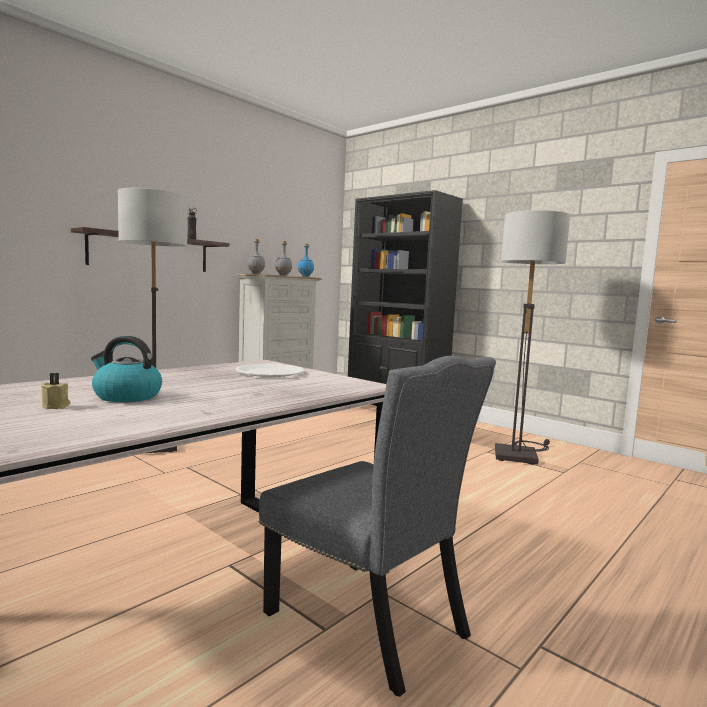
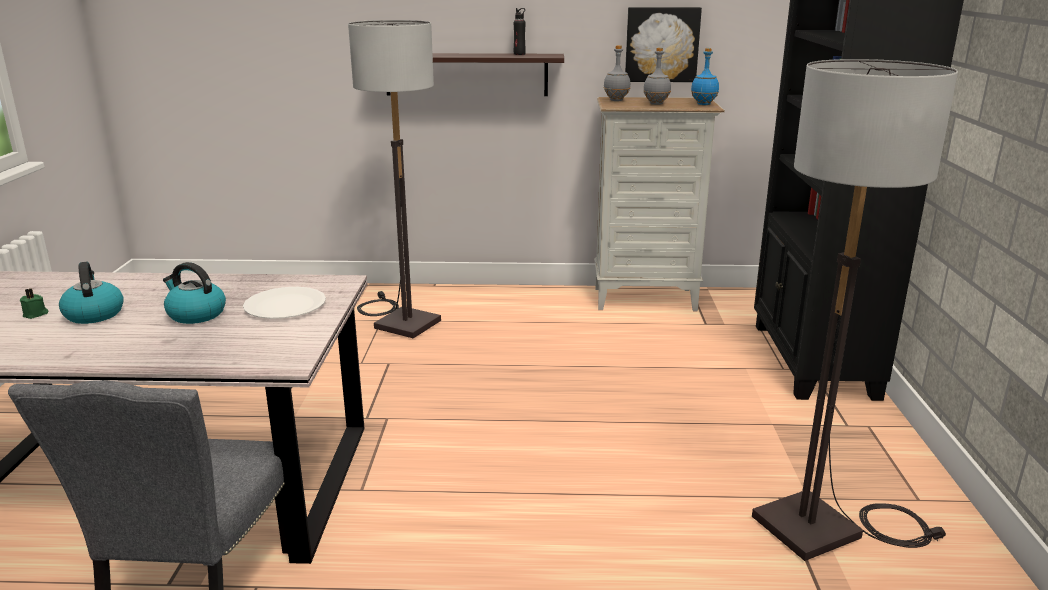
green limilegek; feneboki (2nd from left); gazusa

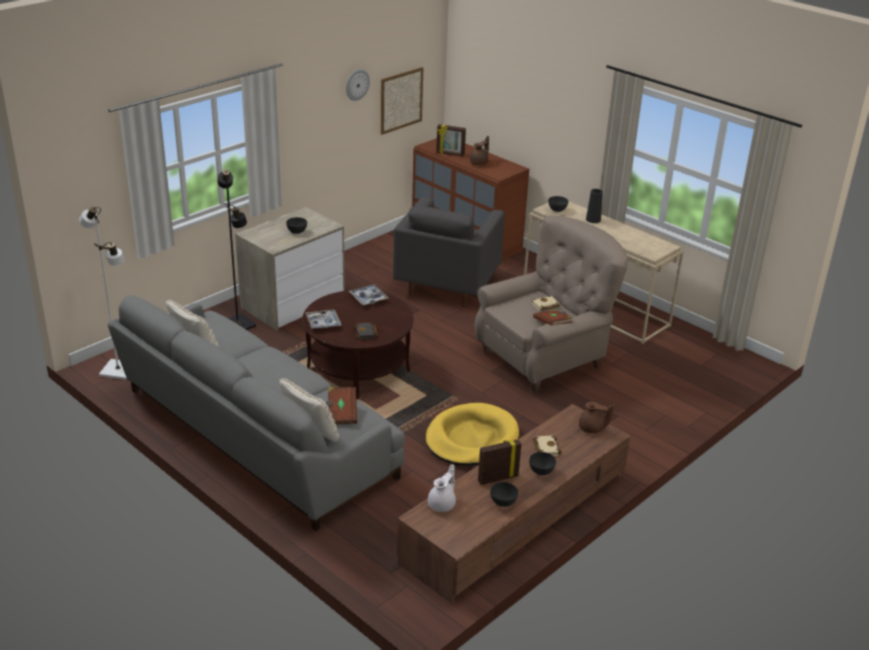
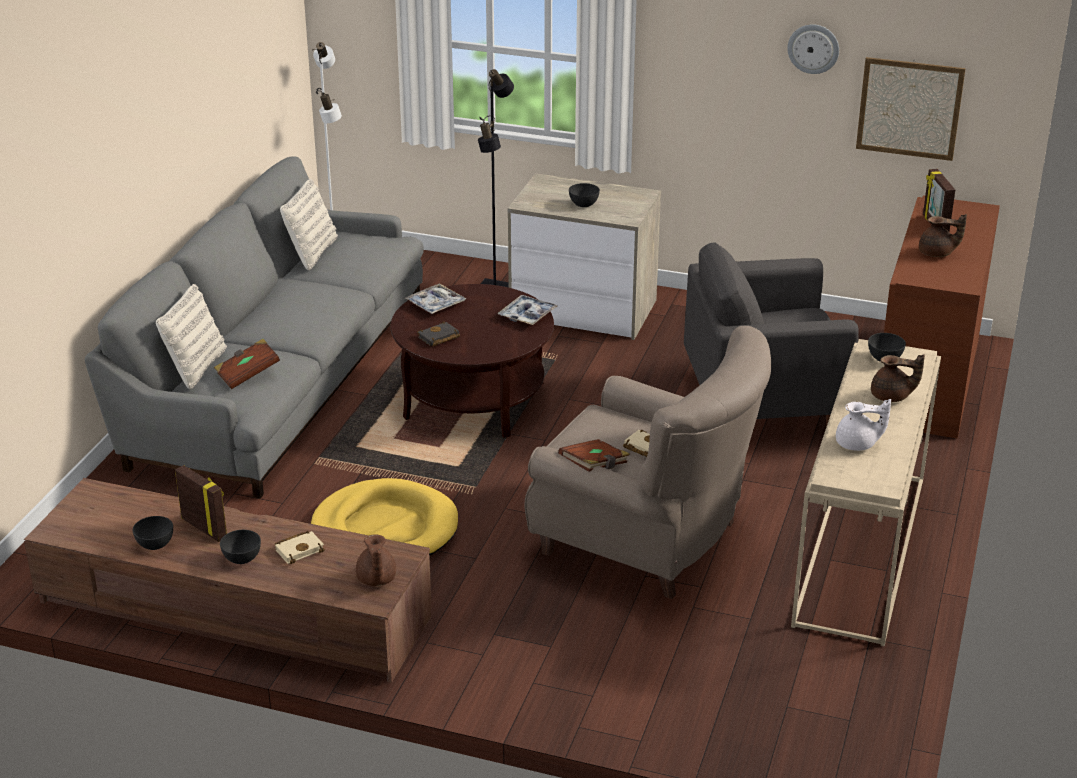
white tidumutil; brown tidumutil (2nd from left)

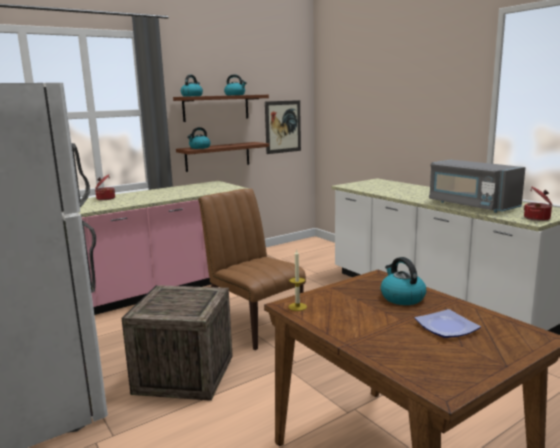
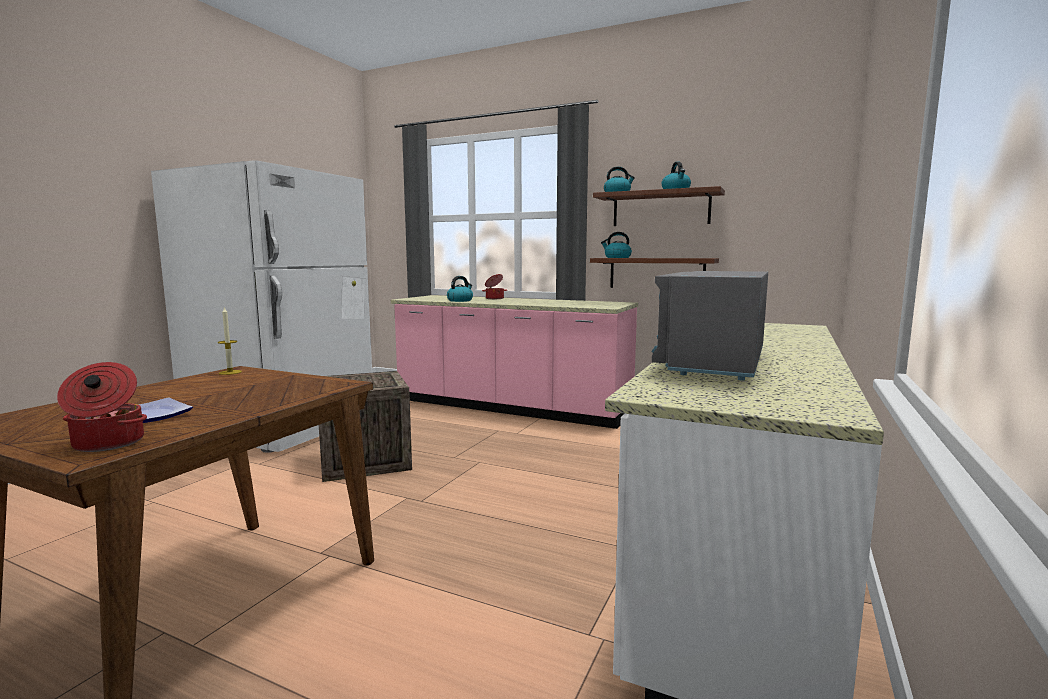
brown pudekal; gazusa; feneboki (1st from left); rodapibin (1st from left)

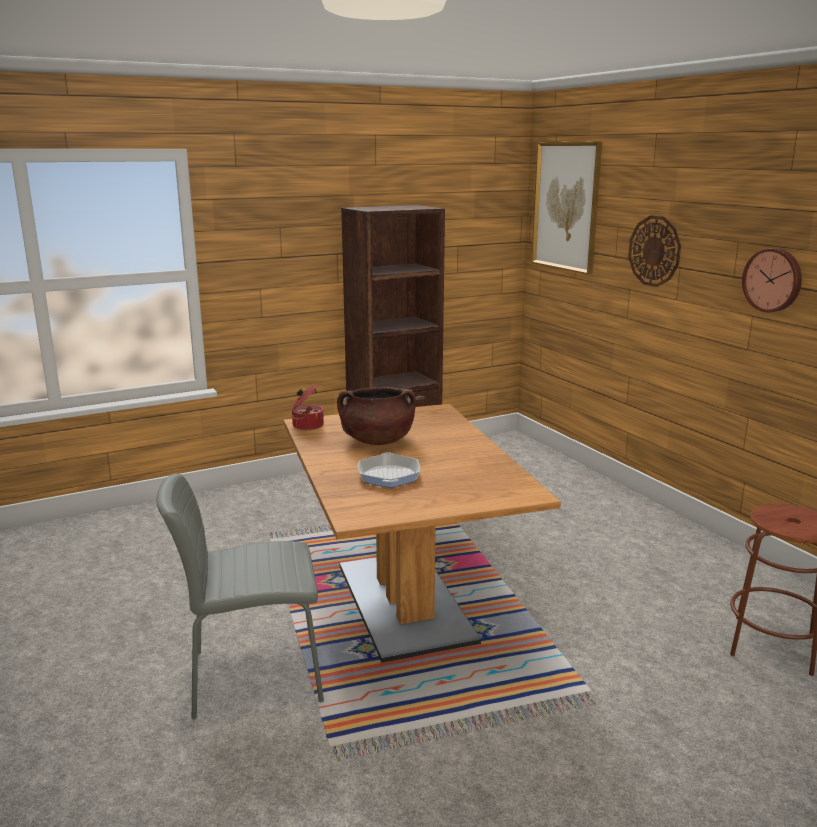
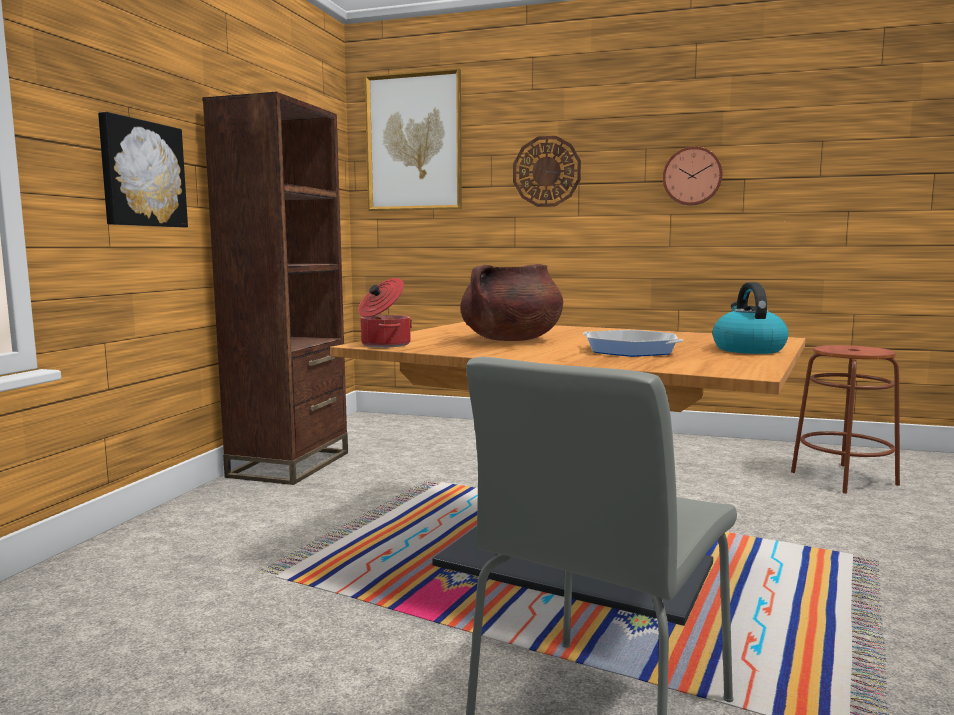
gazusa (1st from left); feneboki

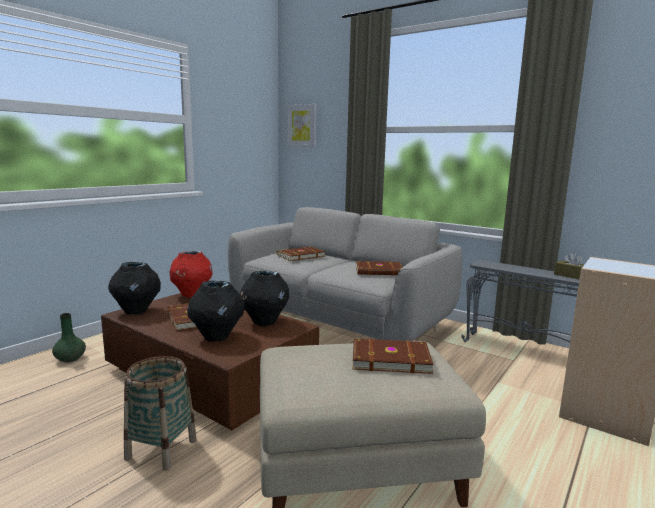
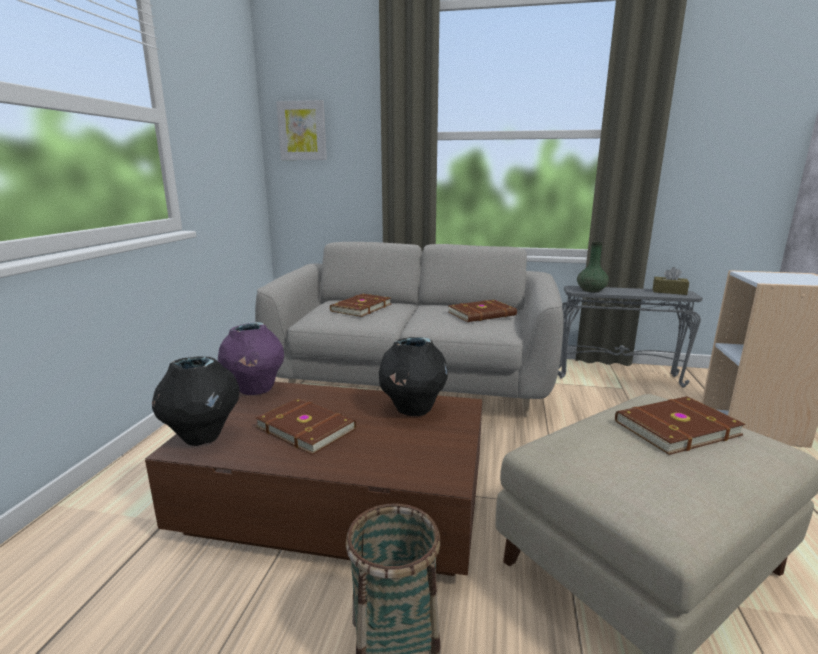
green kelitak; purple kelitak; black kelitak (2nd from left in the first image)

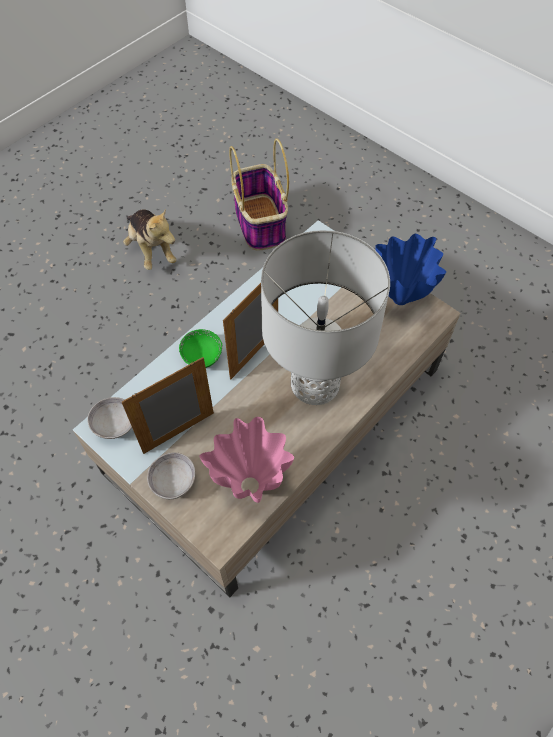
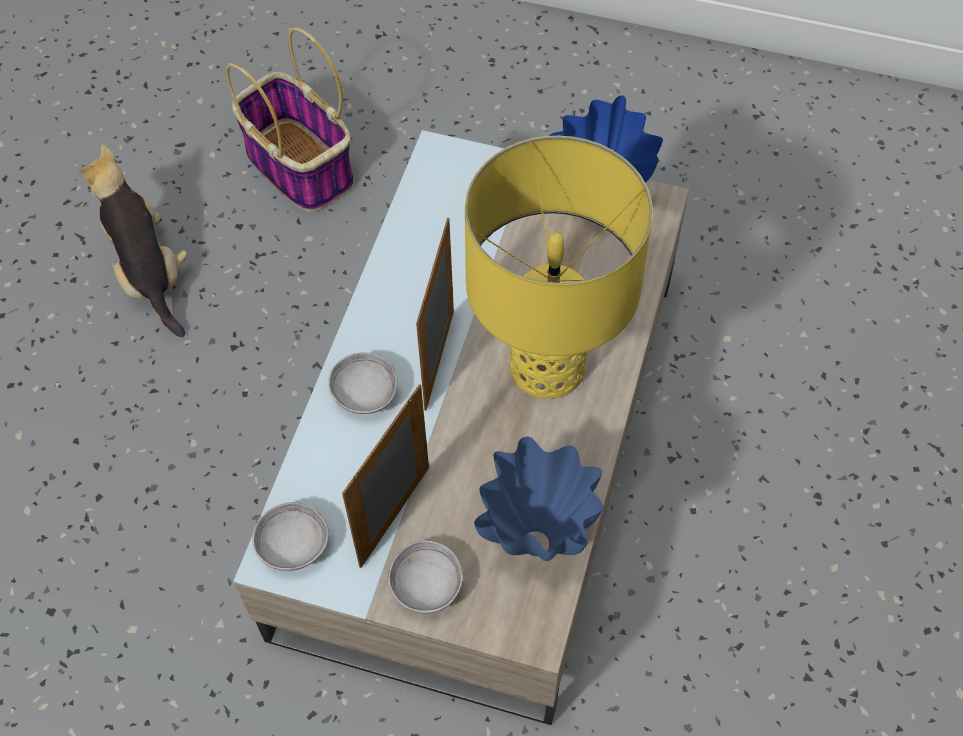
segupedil; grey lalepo (2nd from left); blue kelitak (1st from left); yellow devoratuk

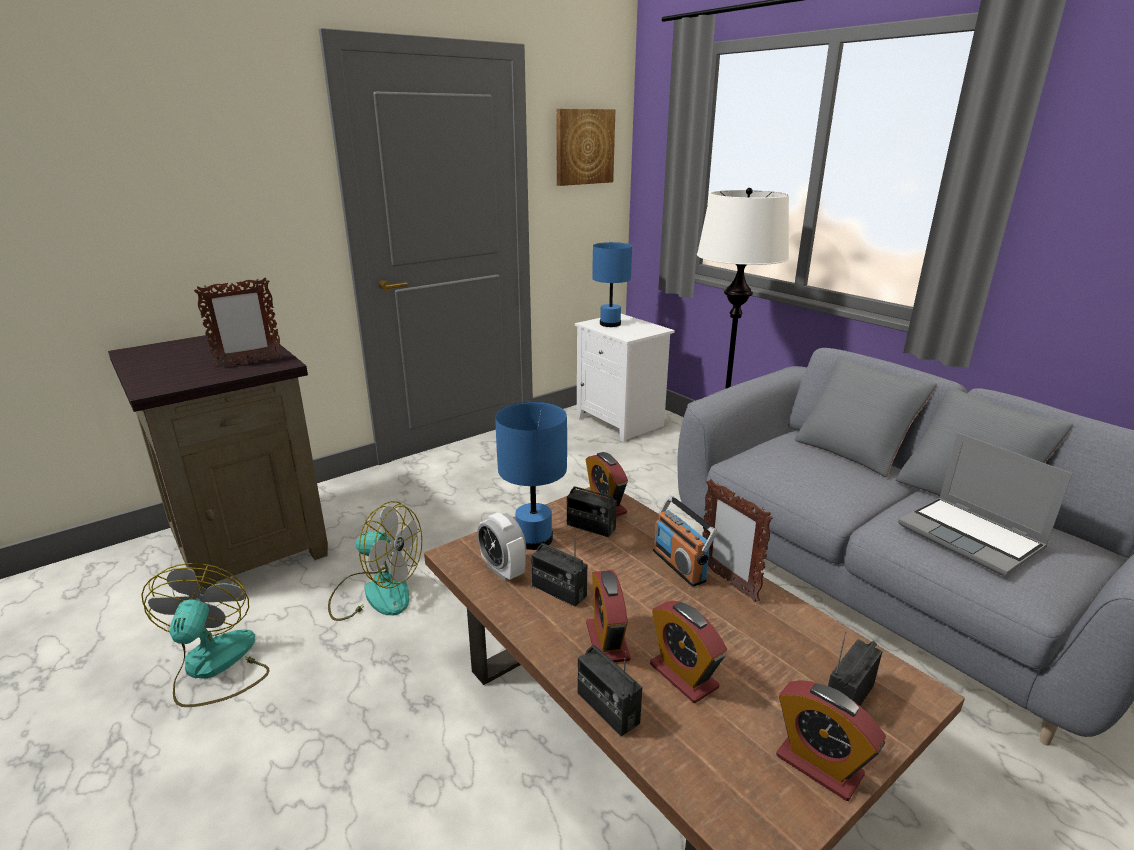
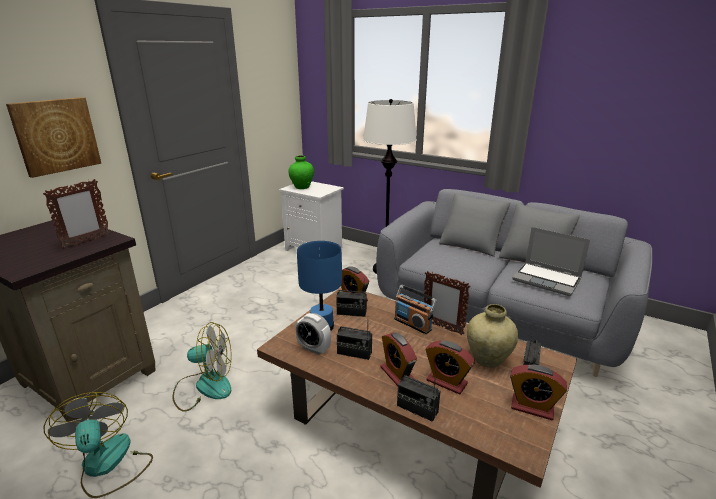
gazusa; green kelitak; beige kelitak

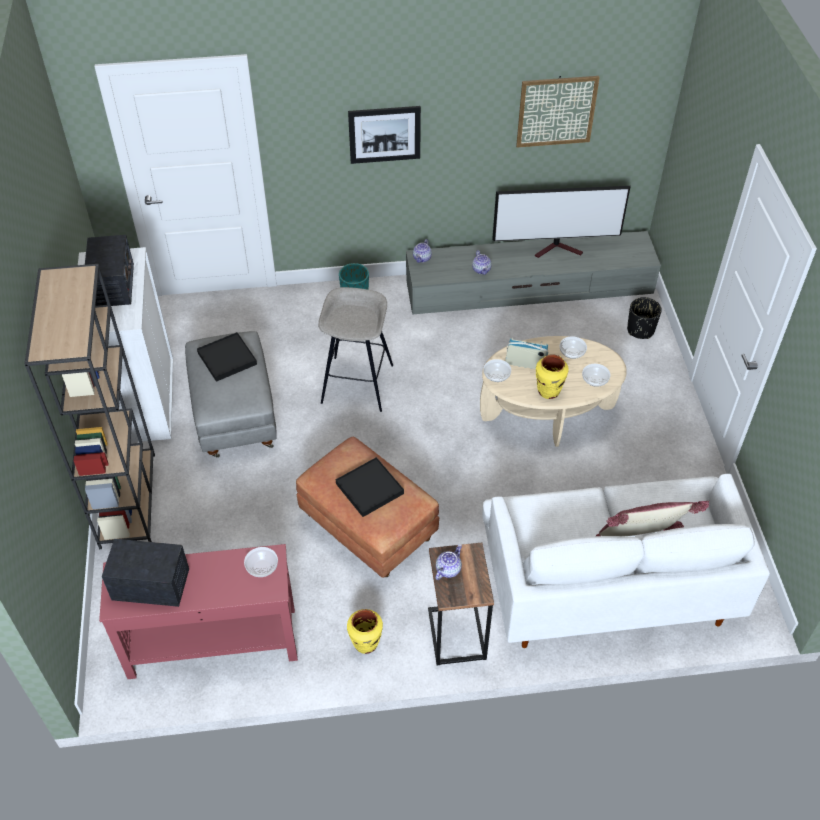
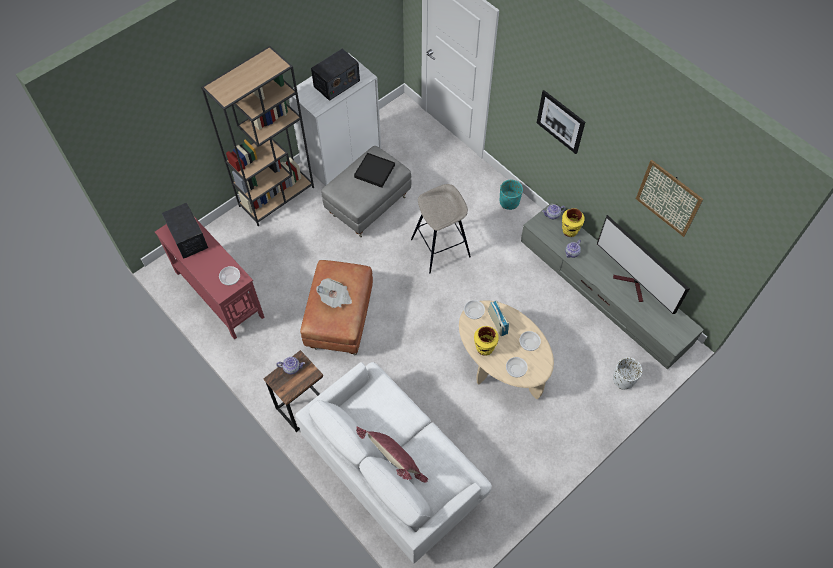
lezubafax; yellow kelitak (2nd from left); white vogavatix

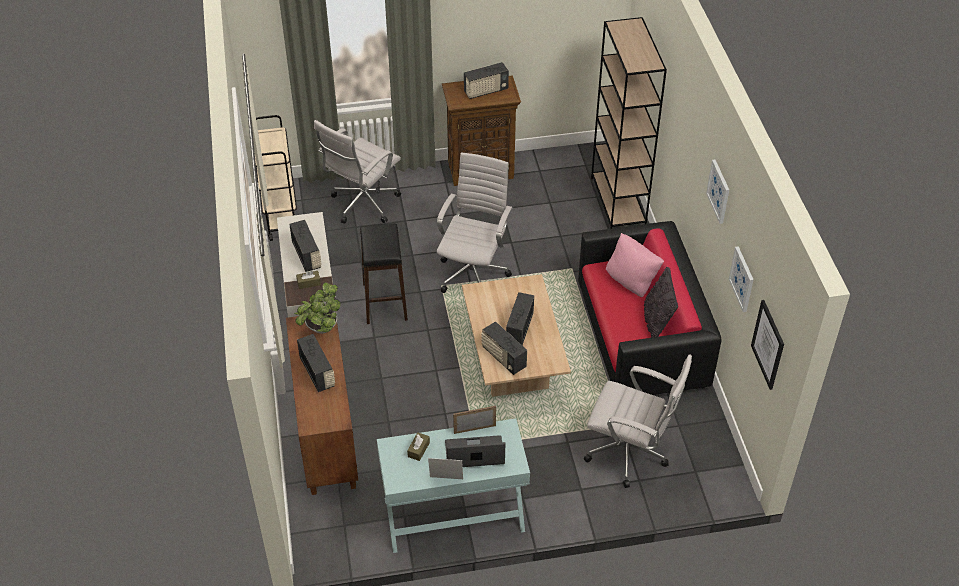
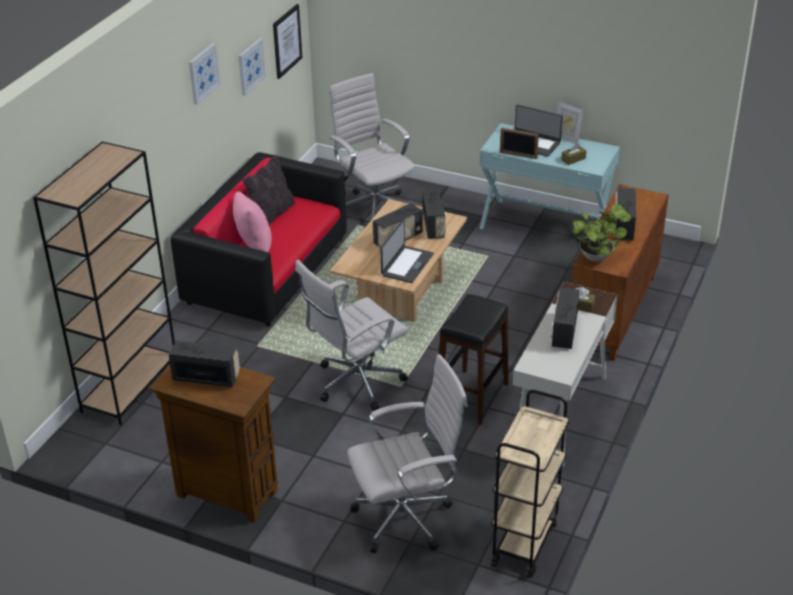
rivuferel (1st from left)

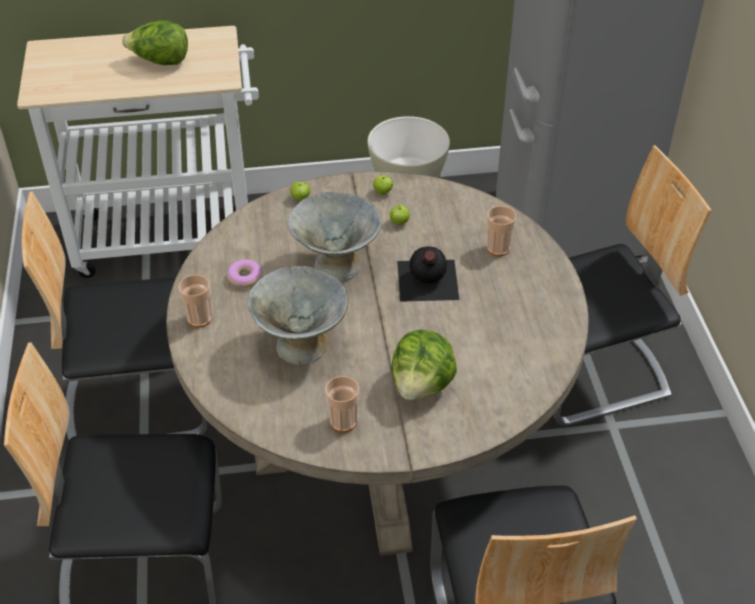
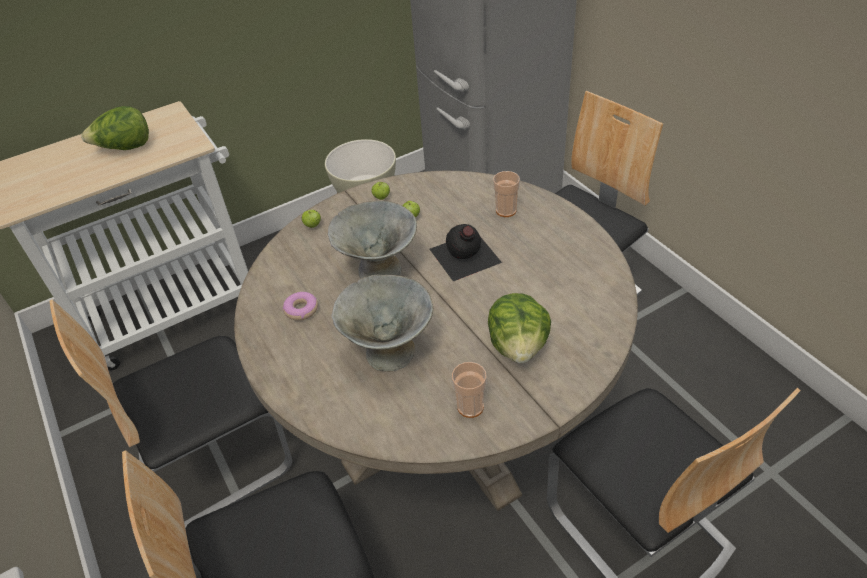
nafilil (1st from left in the first image)

